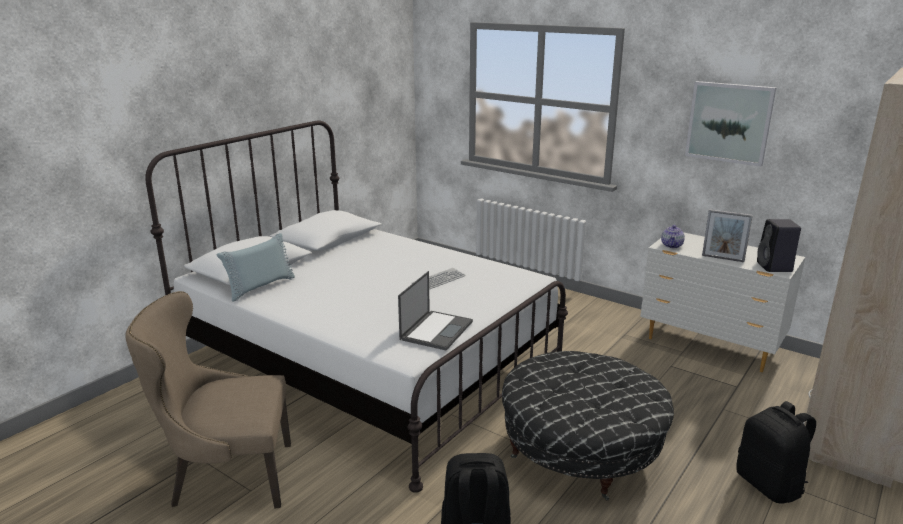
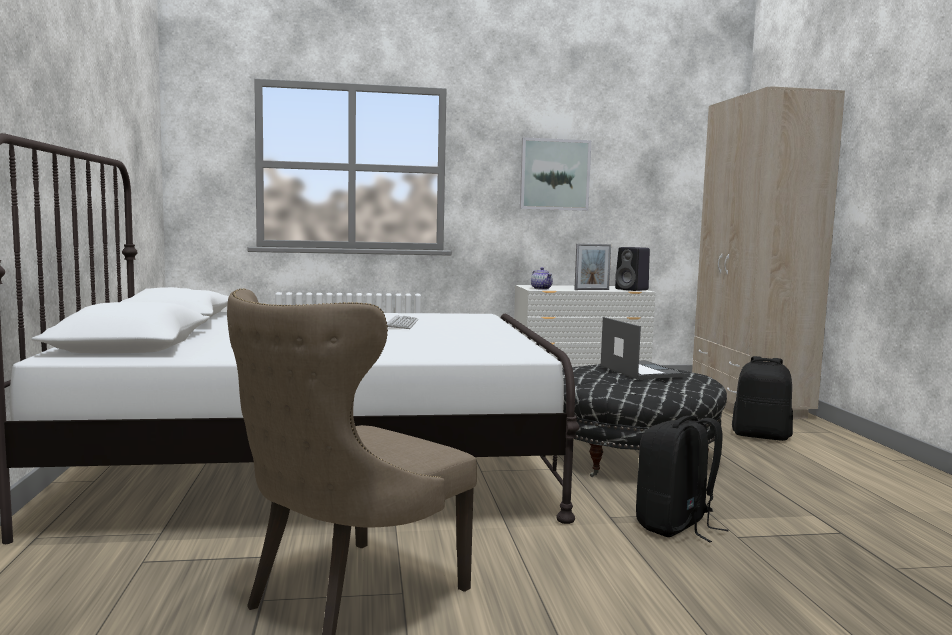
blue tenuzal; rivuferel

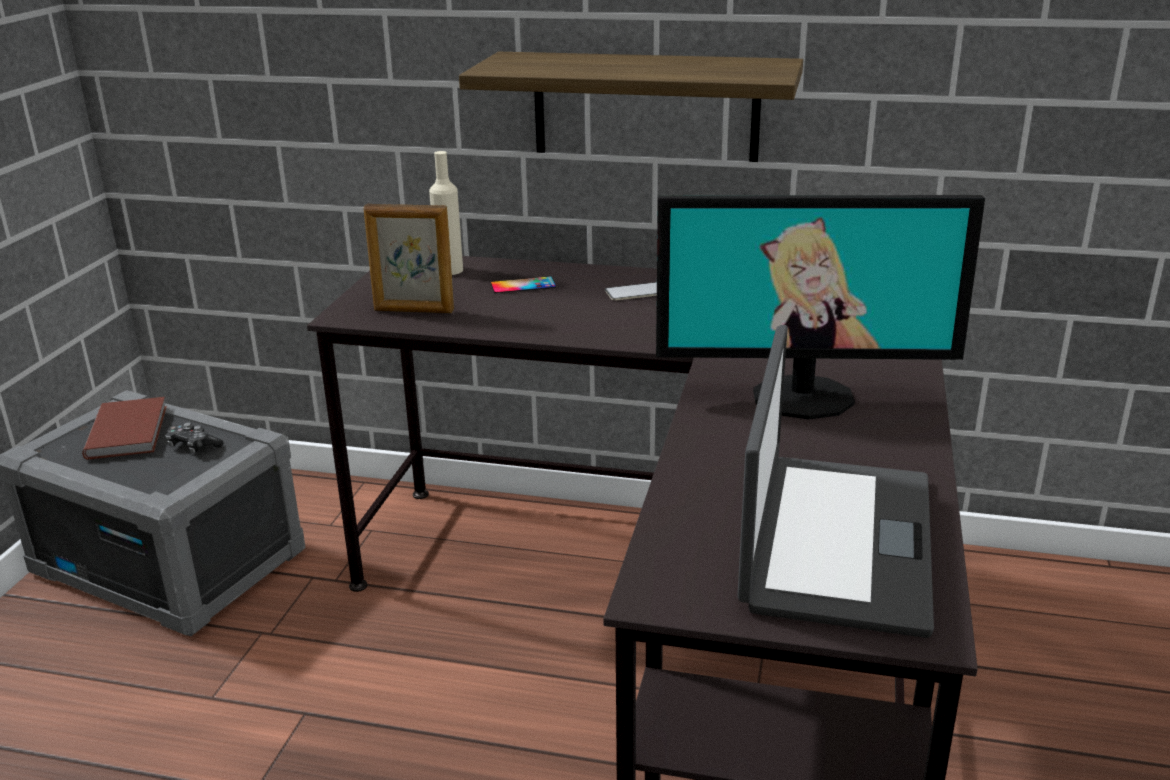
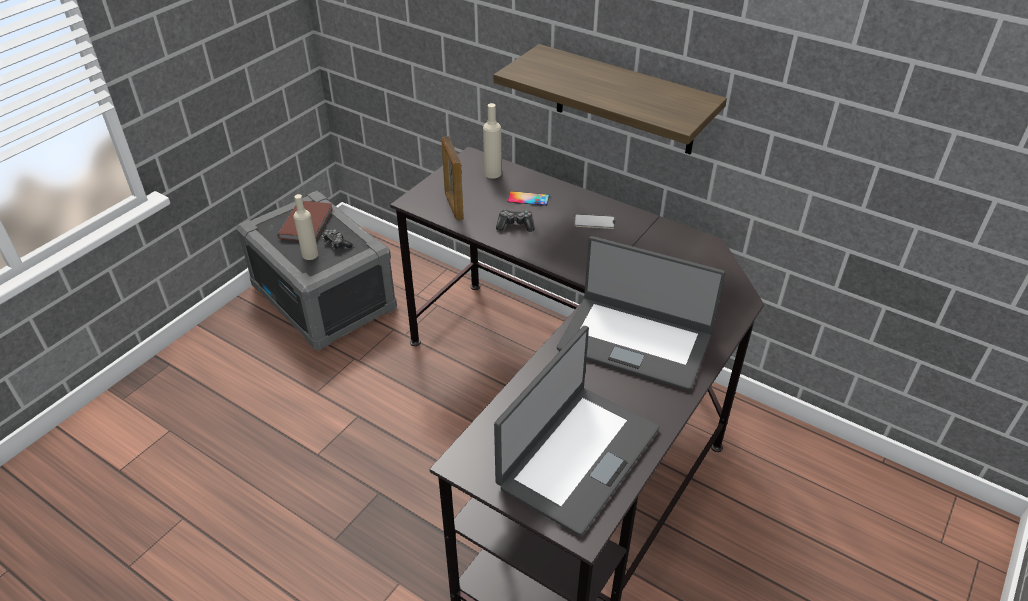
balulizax; rivuferel (2nd from left); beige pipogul (1st from left); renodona (2nd from left)

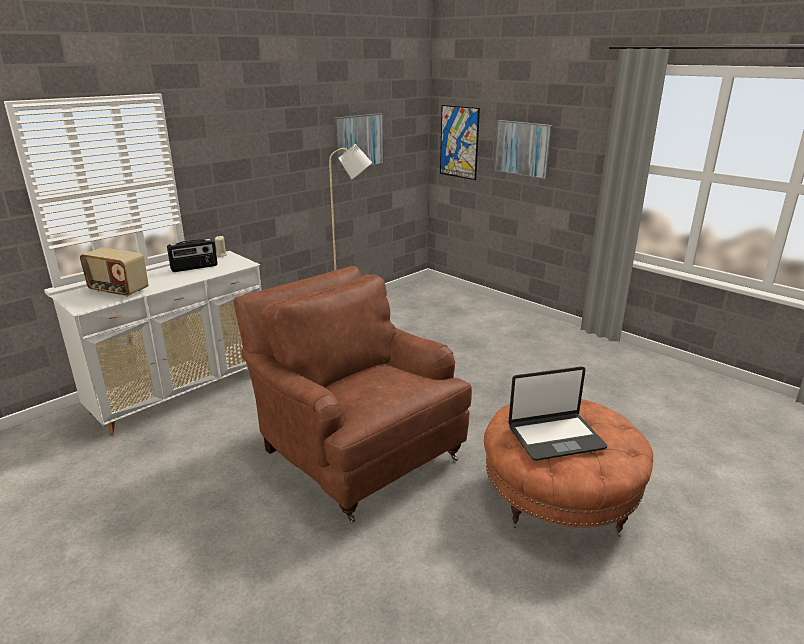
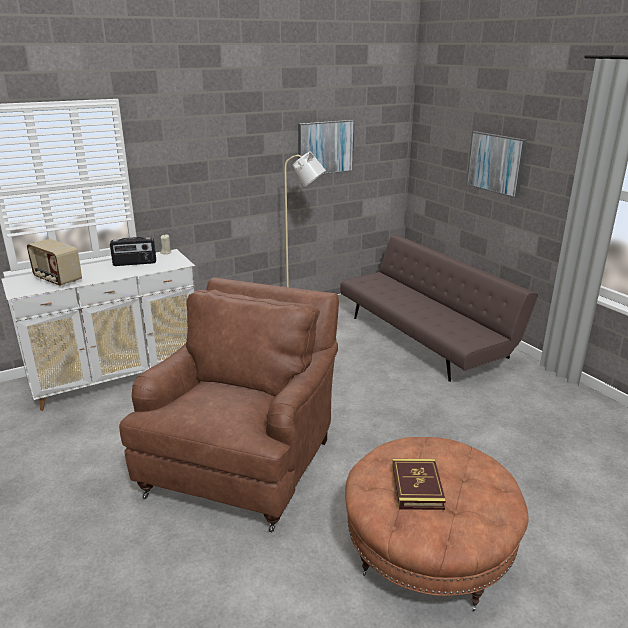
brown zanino; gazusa (2nd from left in the first image); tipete; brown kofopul

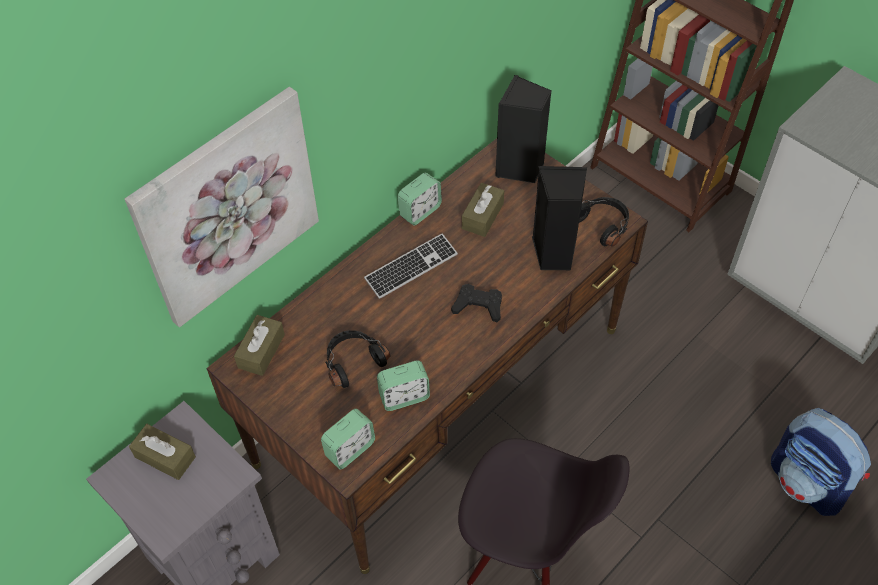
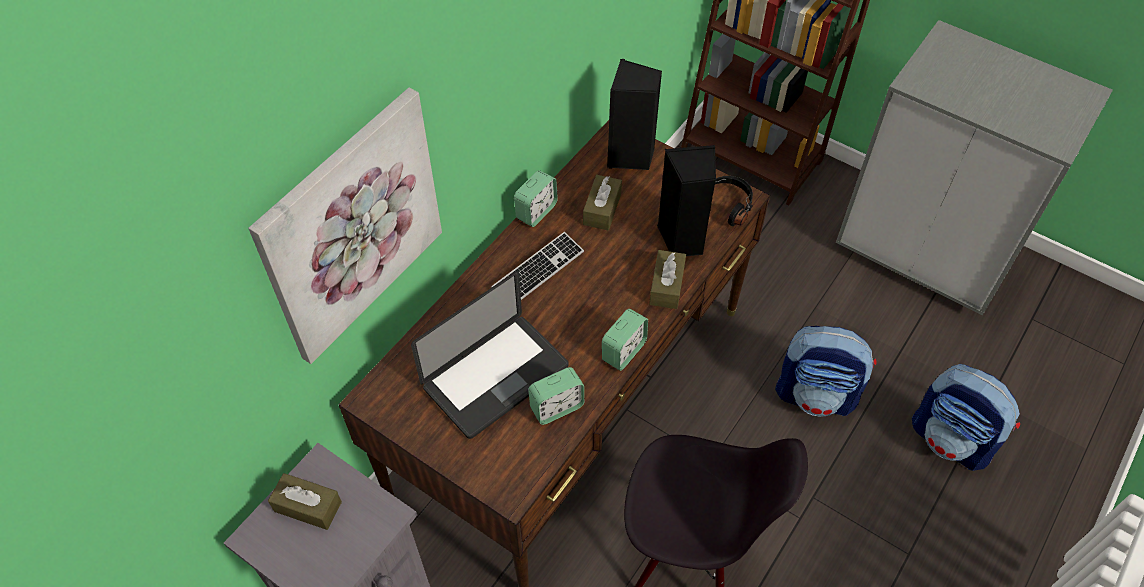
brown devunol (3rd from left); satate (3rd from left); rivuferel; black renodona; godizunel (1st from left)

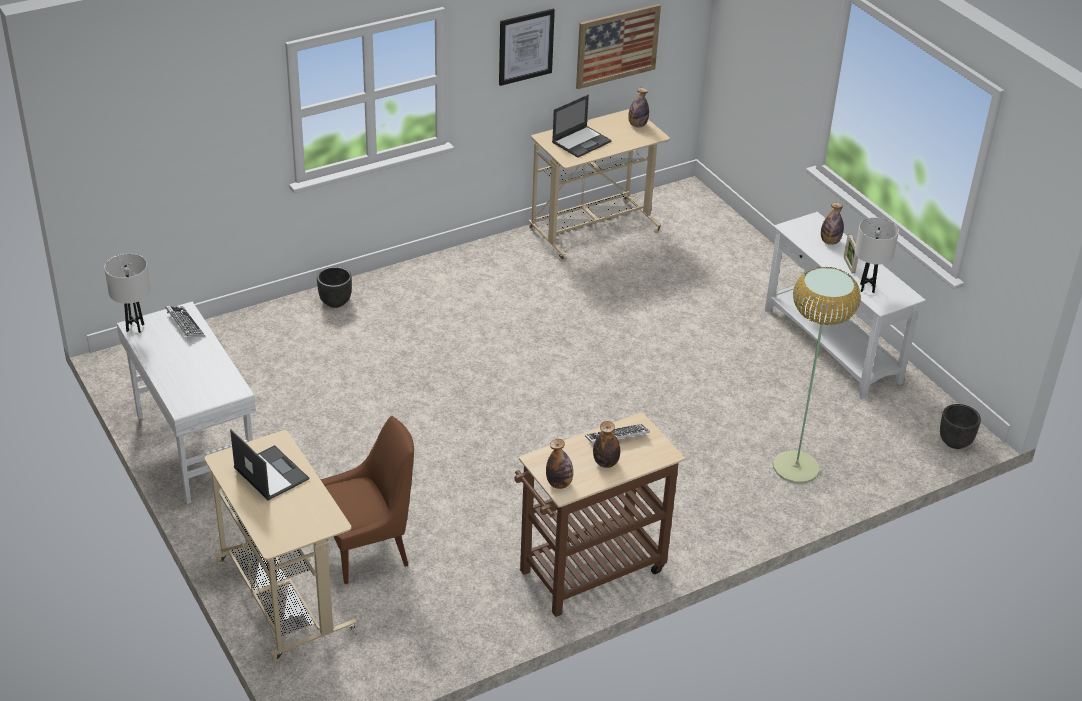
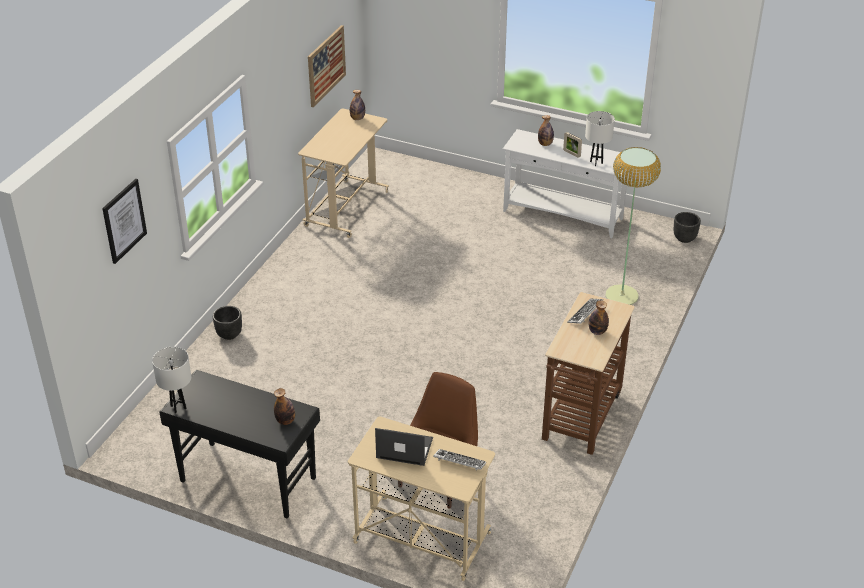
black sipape; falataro (1st from left); gazusa (1st from left); pipogul (1st from left); rivuferel (2nd from left in the first image)

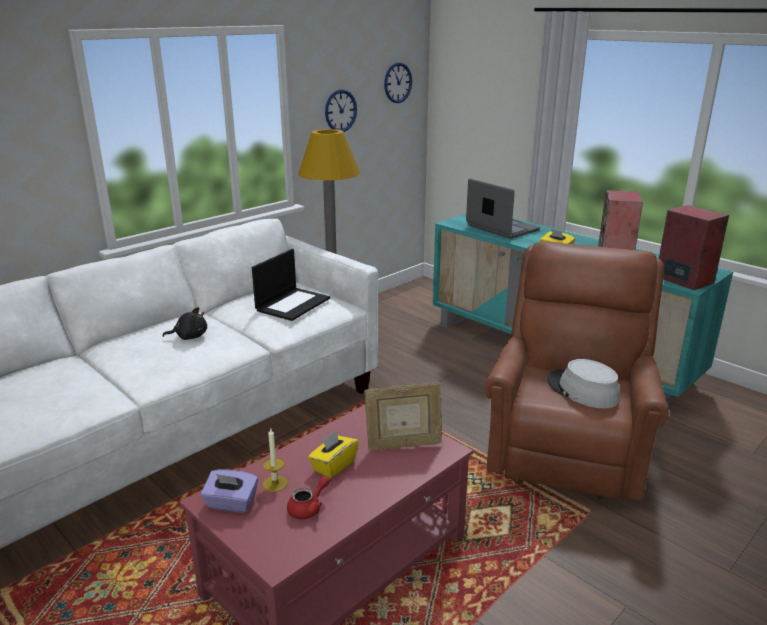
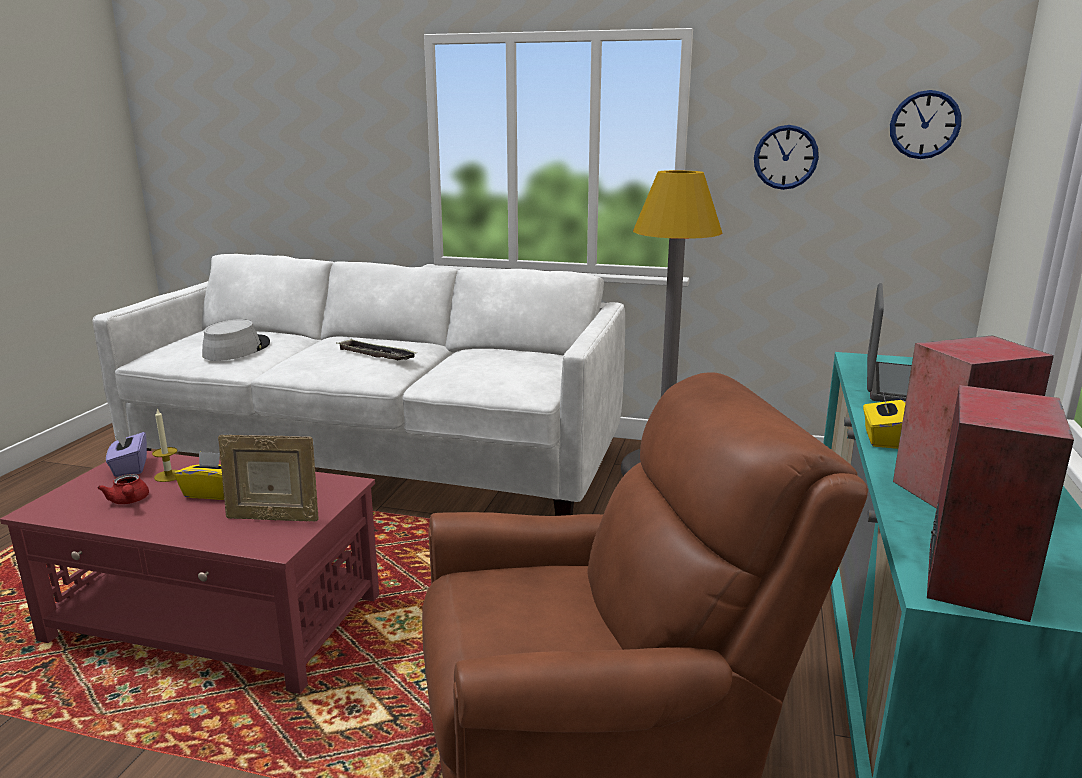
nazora; rivuferel (1st from left in the first image); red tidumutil; balulizax; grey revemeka

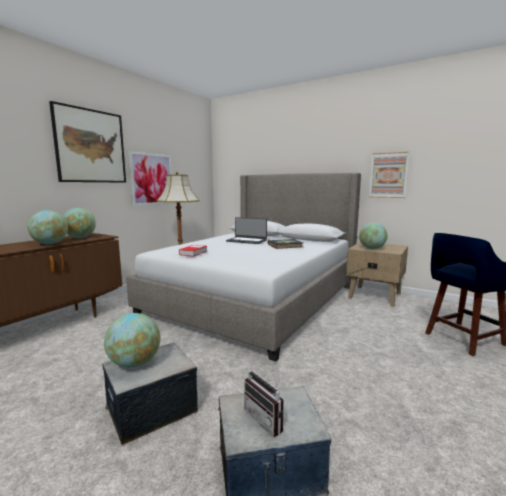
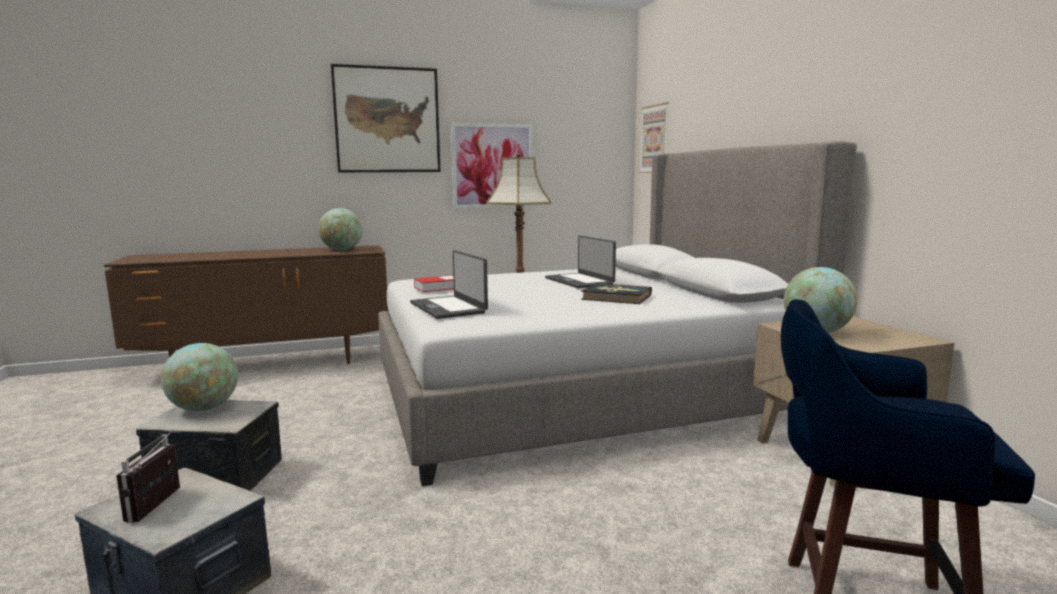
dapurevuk (1st from left in the first image); gazusa (3rd from left); rivuferel (1st from left)

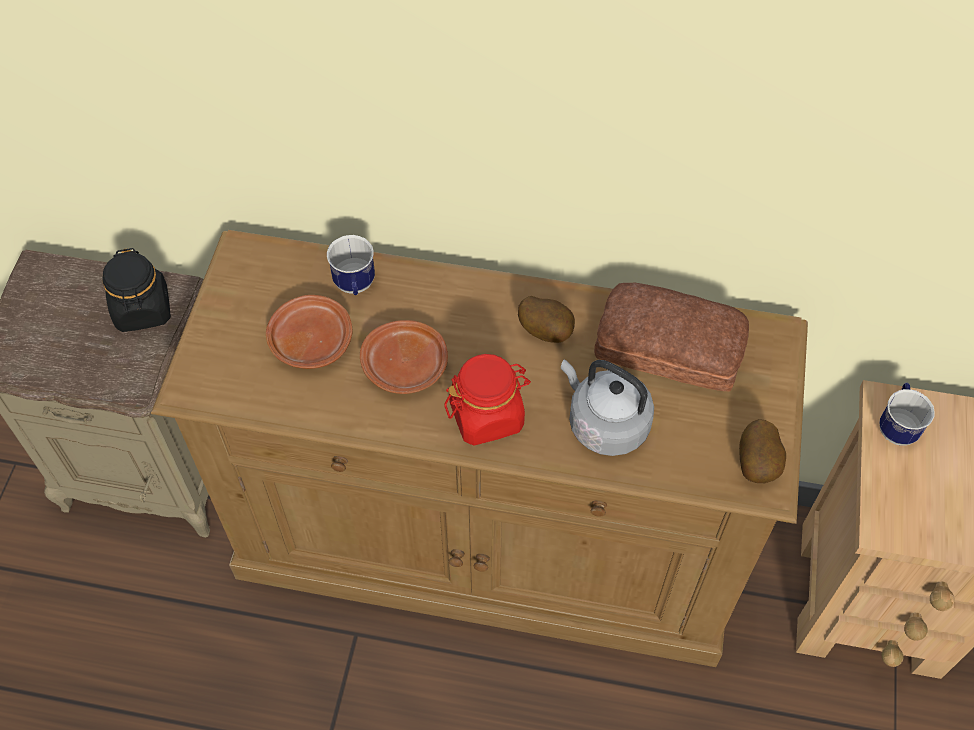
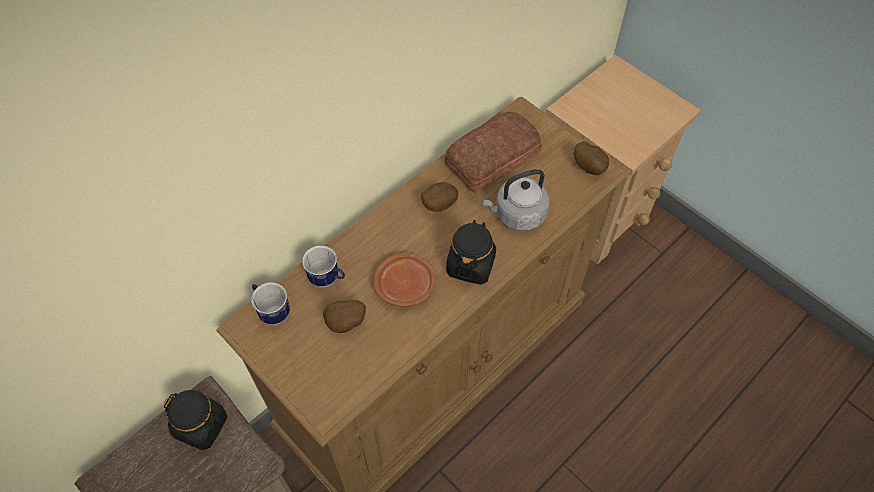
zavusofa (1st from left); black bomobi (2nd from left); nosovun (1st from left)

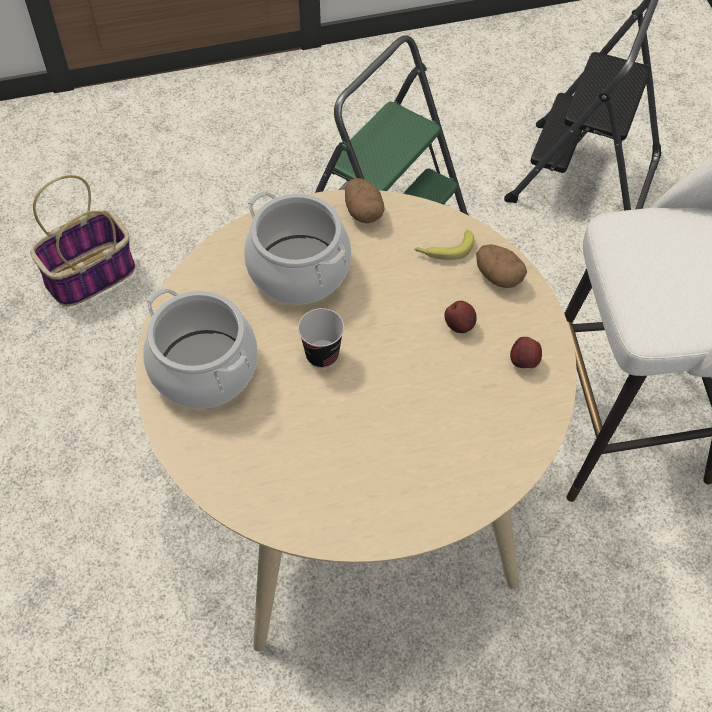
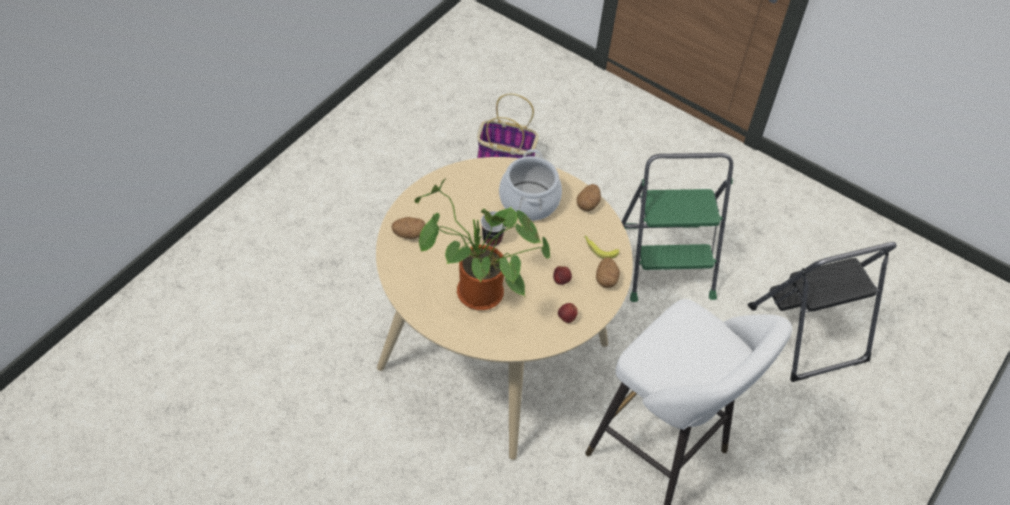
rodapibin (1st from left in the first image); zavusofa (1st from left); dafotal

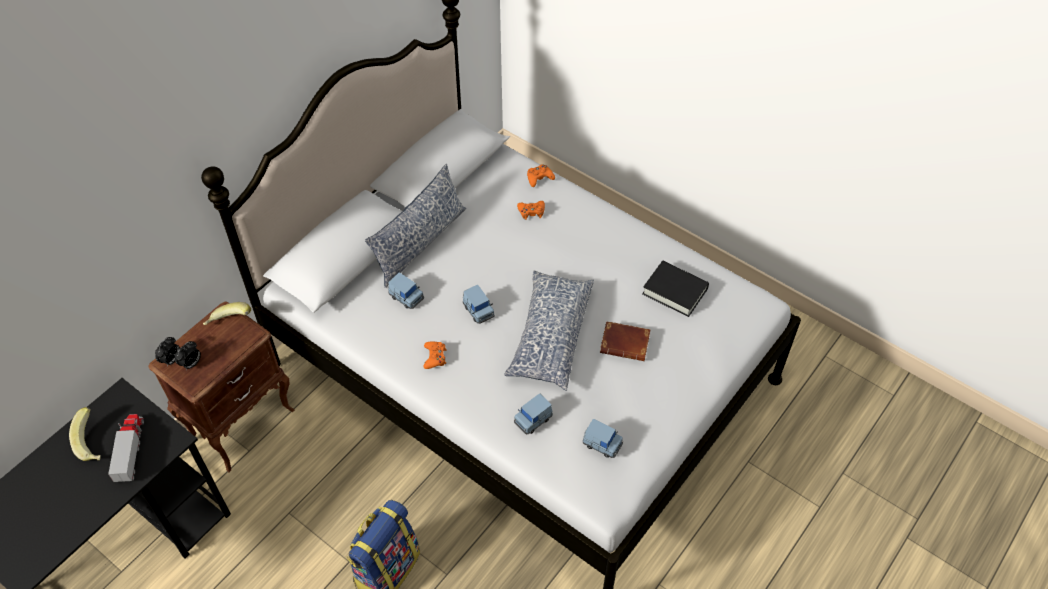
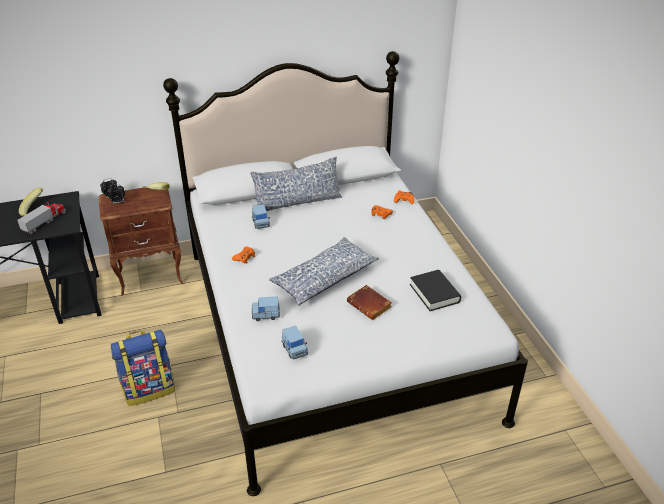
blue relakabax (2nd from left in the first image)

